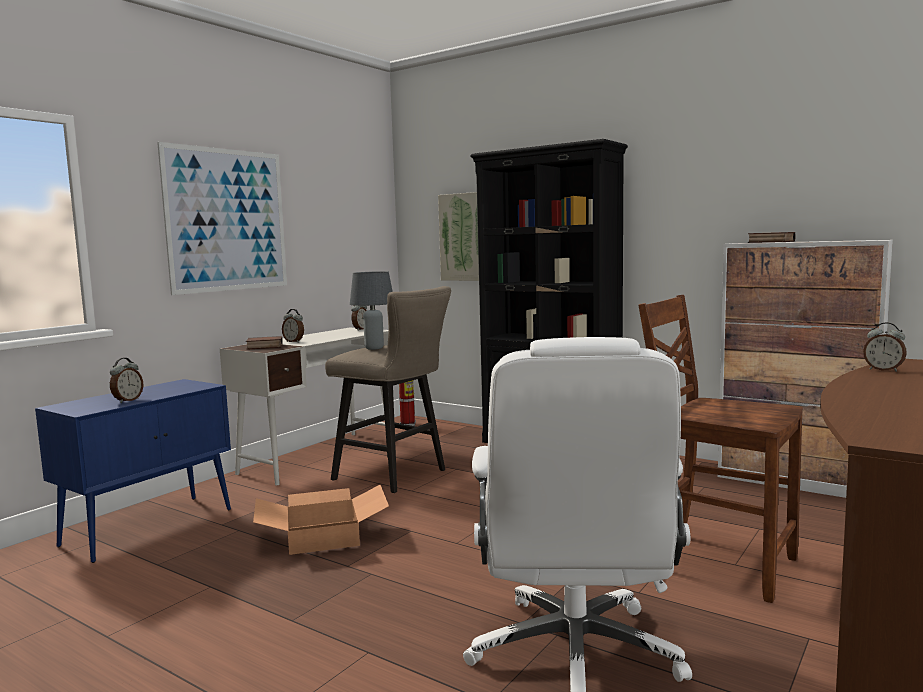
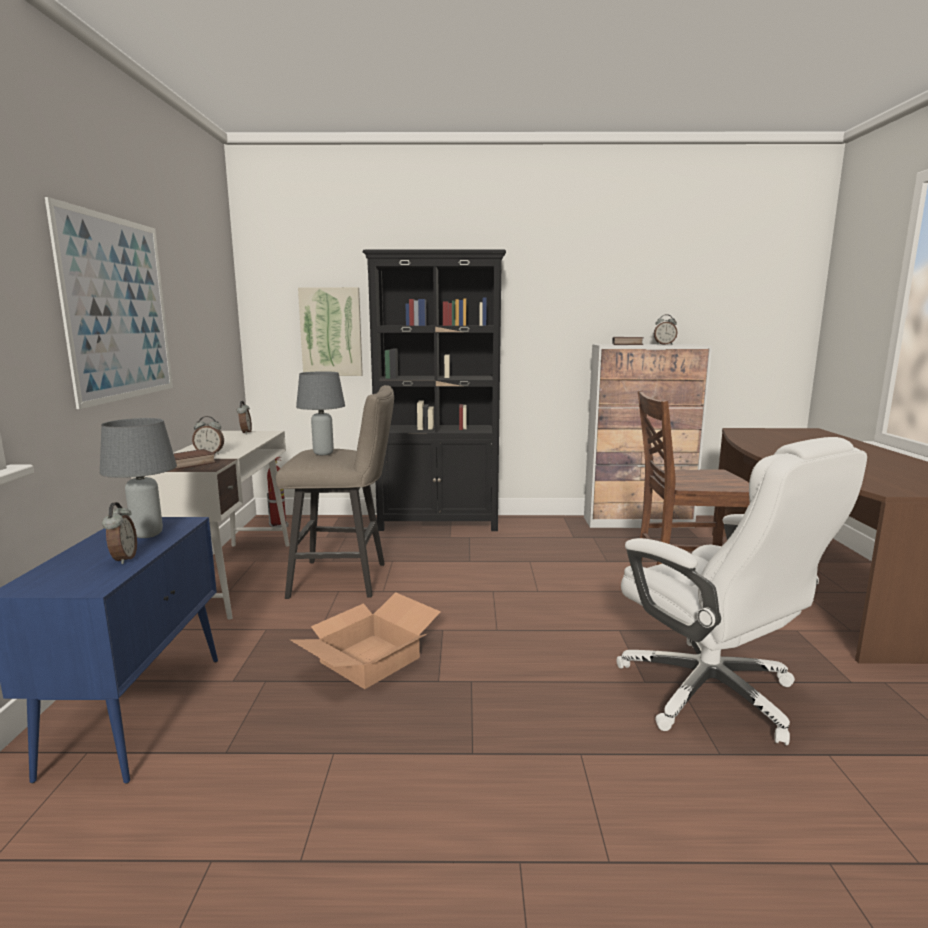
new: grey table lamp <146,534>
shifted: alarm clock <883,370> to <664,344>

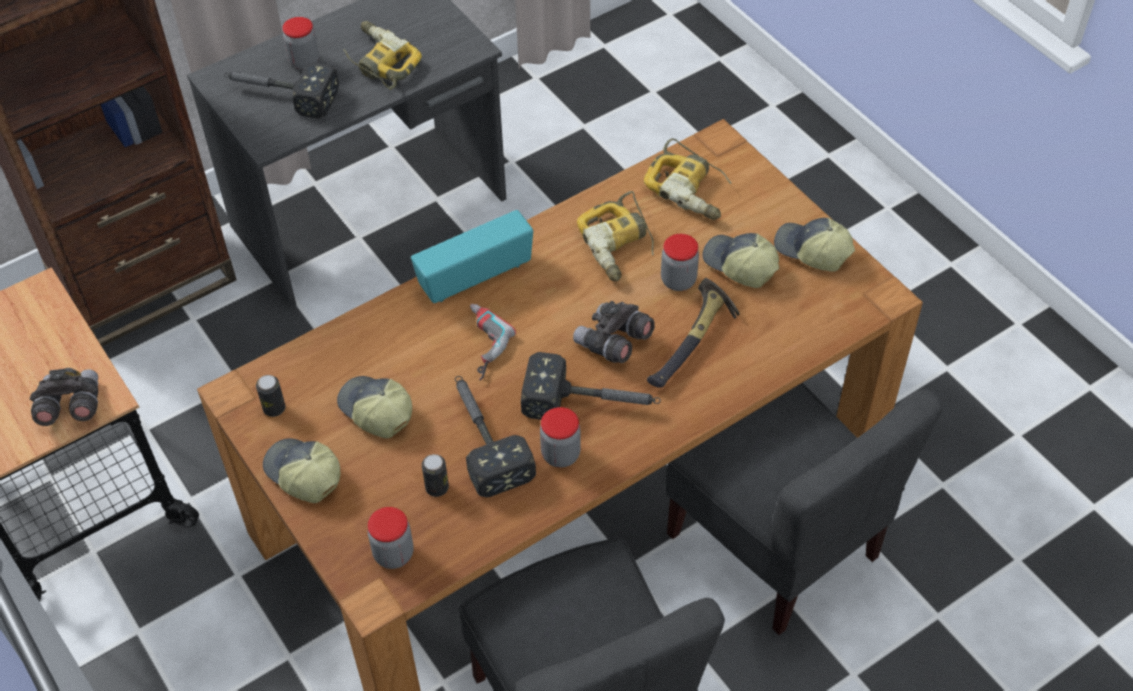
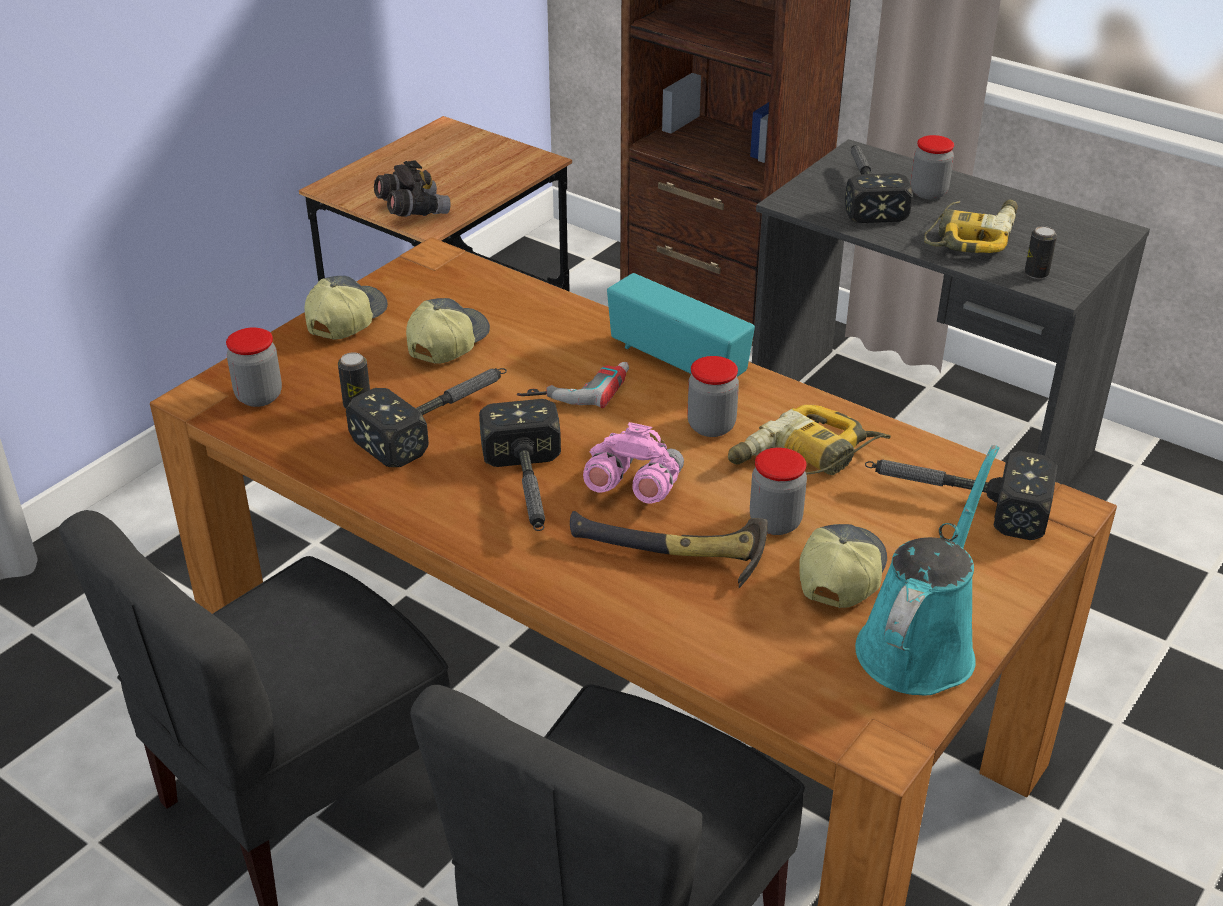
shifted: can <274,408> to <1036,273>; jar <560,454> to <711,426>
swapped: power drill <690,188> to hammer <953,501>; cap <811,251> to turquoise watering can <920,644>
repainted: grey binoculars <613,343> to pink binoculars <633,488>

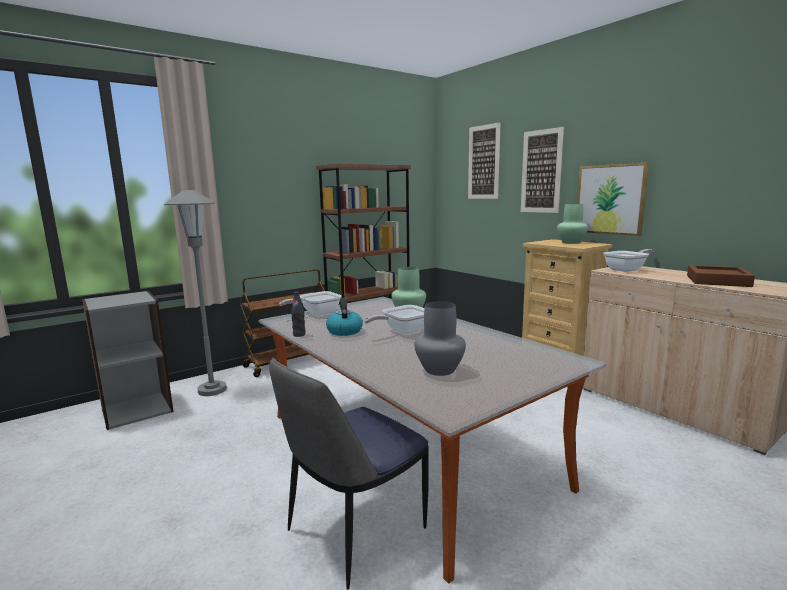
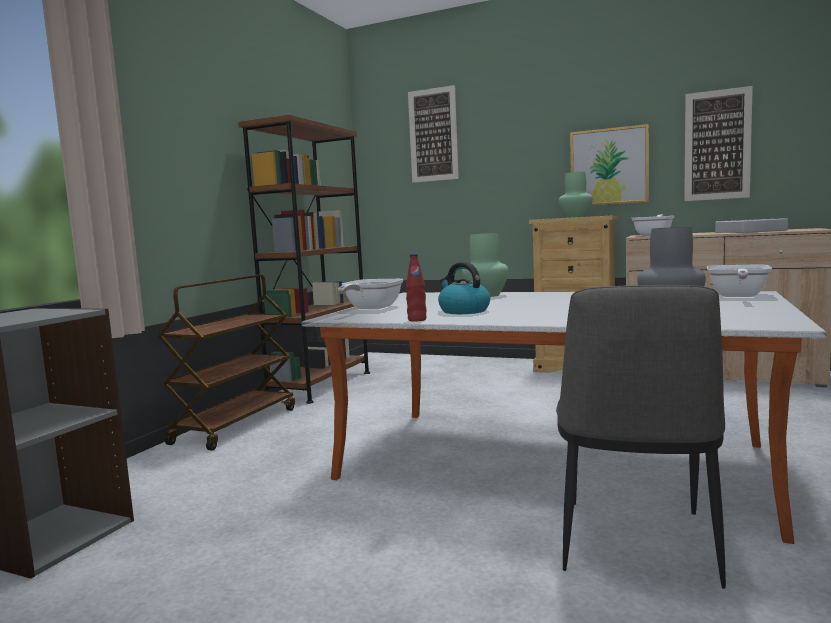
gone: grey floor lamp <212,390>
shifted: frying pan <402,331> to <737,296>; picture <541,171> to <717,145>
repainted: black bottle <299,335> to red bottle <417,320>; brown tray <717,281> to grey tray <750,231>

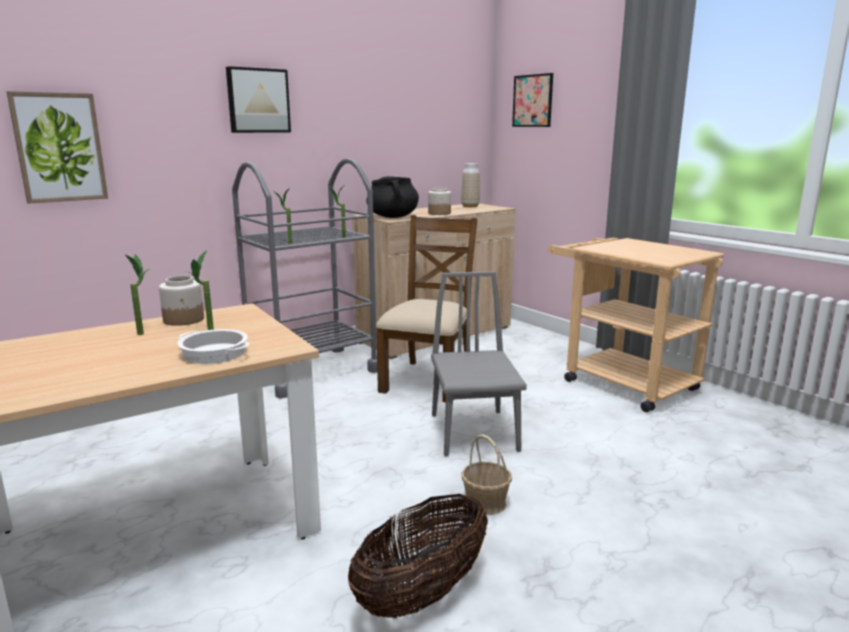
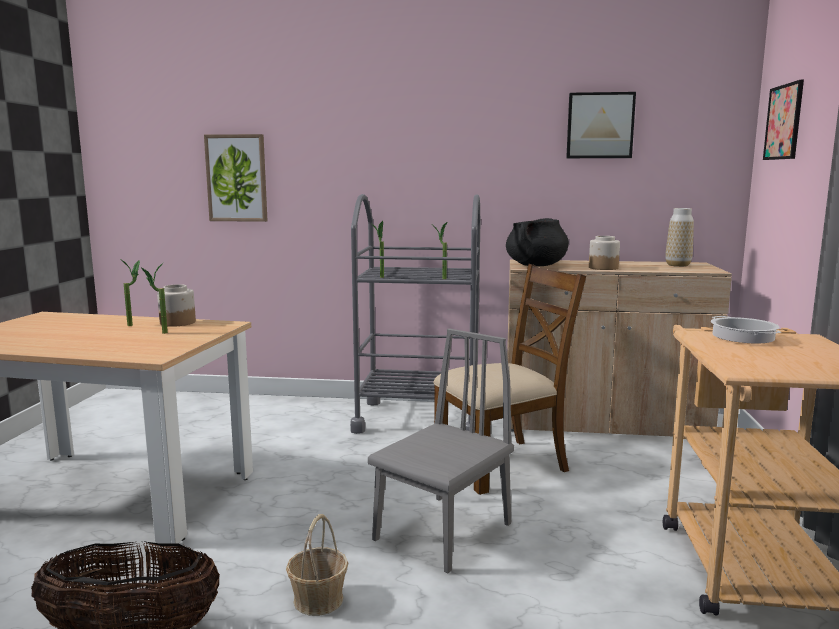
shifted: cooking pot <213,353> to <742,336>; picture <258,101> to <600,126>

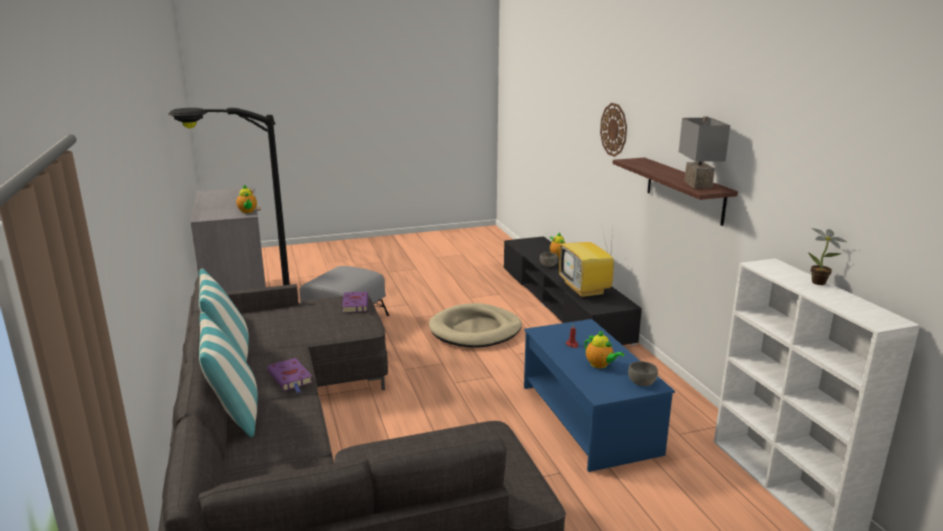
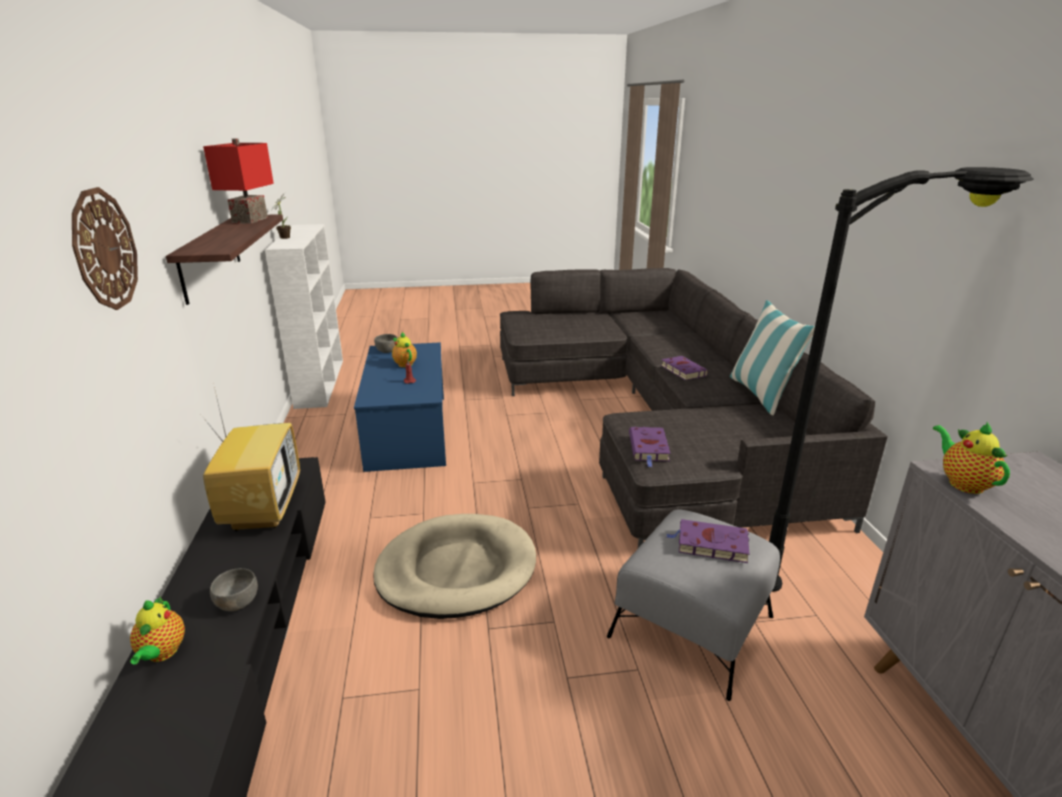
gone: pillow <234,414>
new: purple book <710,544>
repainted: grey table lamp <699,184> to red table lamp <248,220>

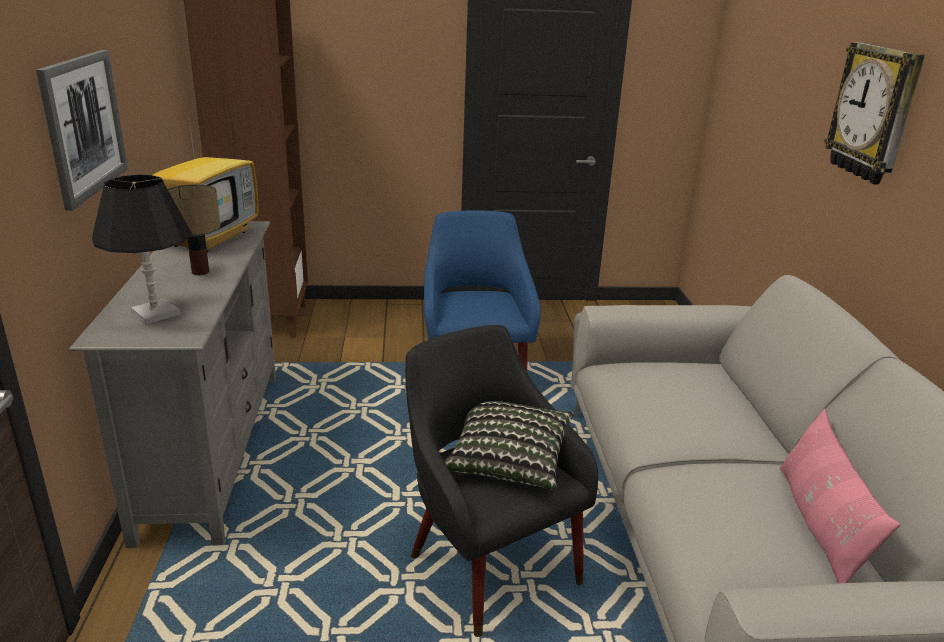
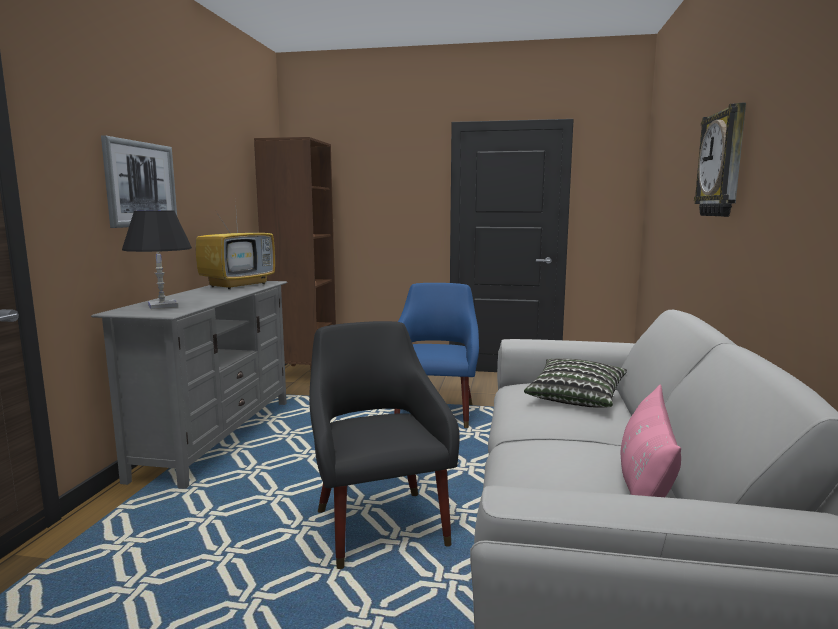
gone: table lamp <200,272>
shifted: pillow <508,459> to <576,398>

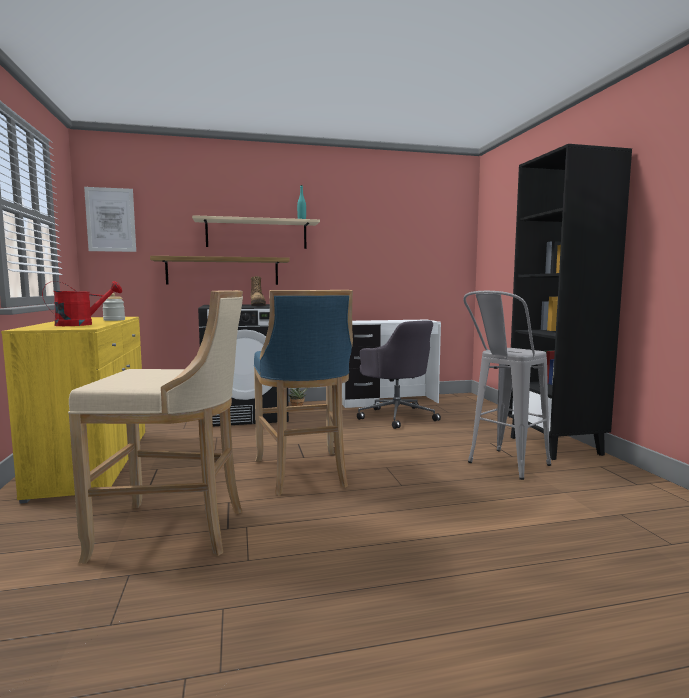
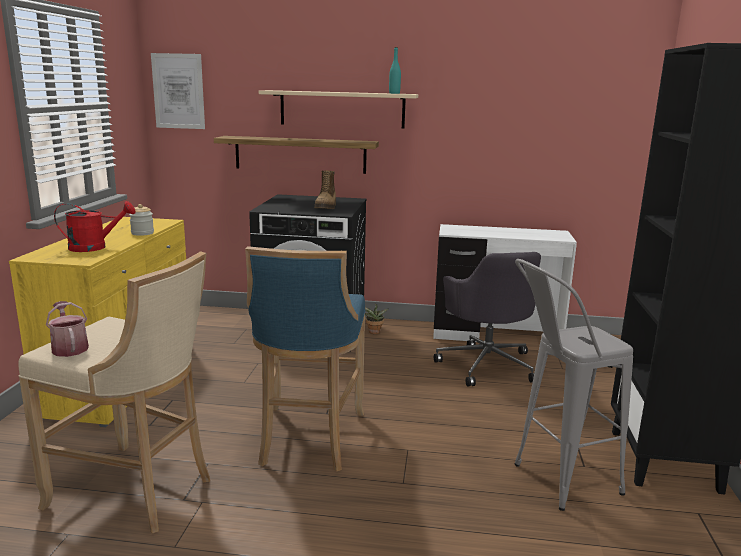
new: watering can <69,347>

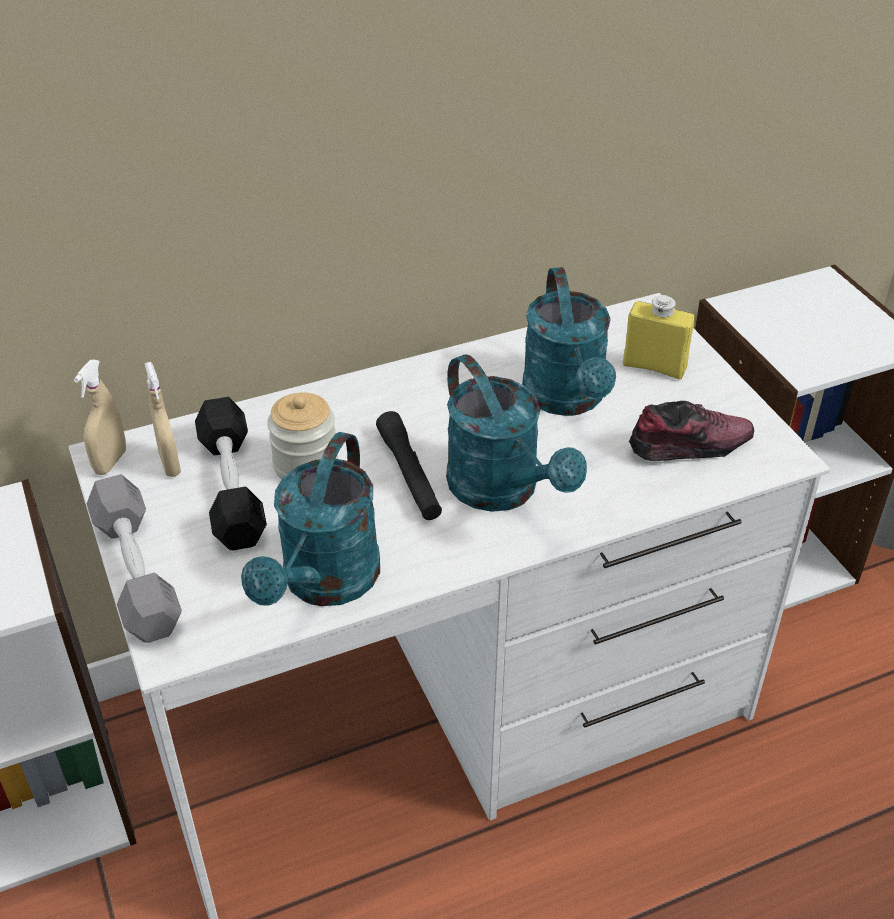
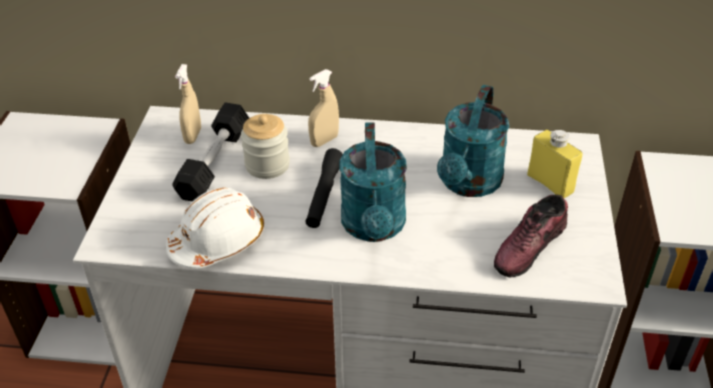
gone: grey dumbbell <136,573>
shifted: beige spray bottle <110,462> to <324,141>
swapped: turquoise watering can <324,584> to white hard hat <218,241>
rotated: shoe <690,446> = <530,247> 120 degrees clockwise

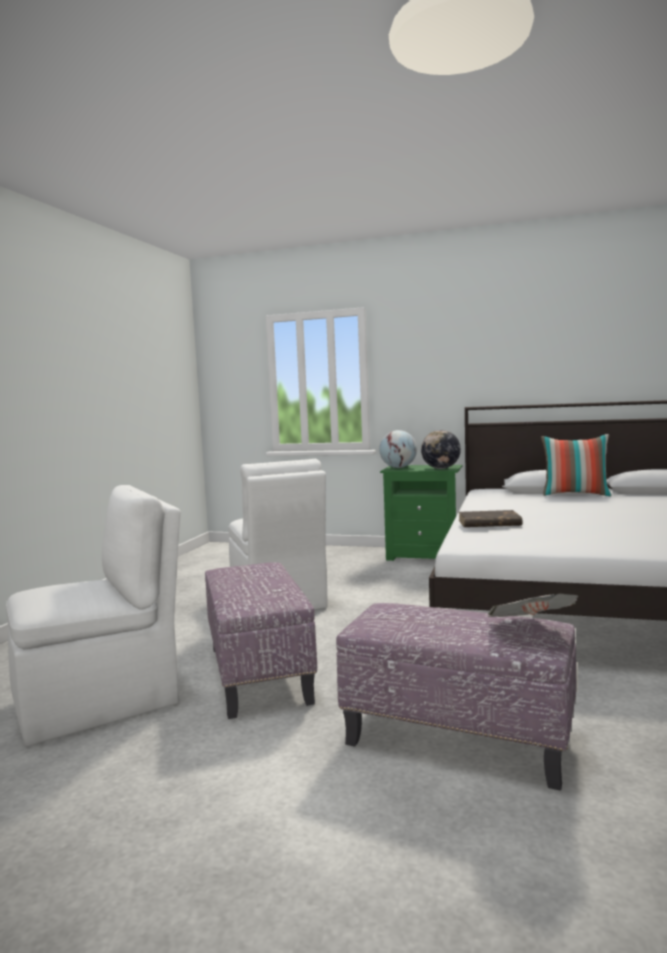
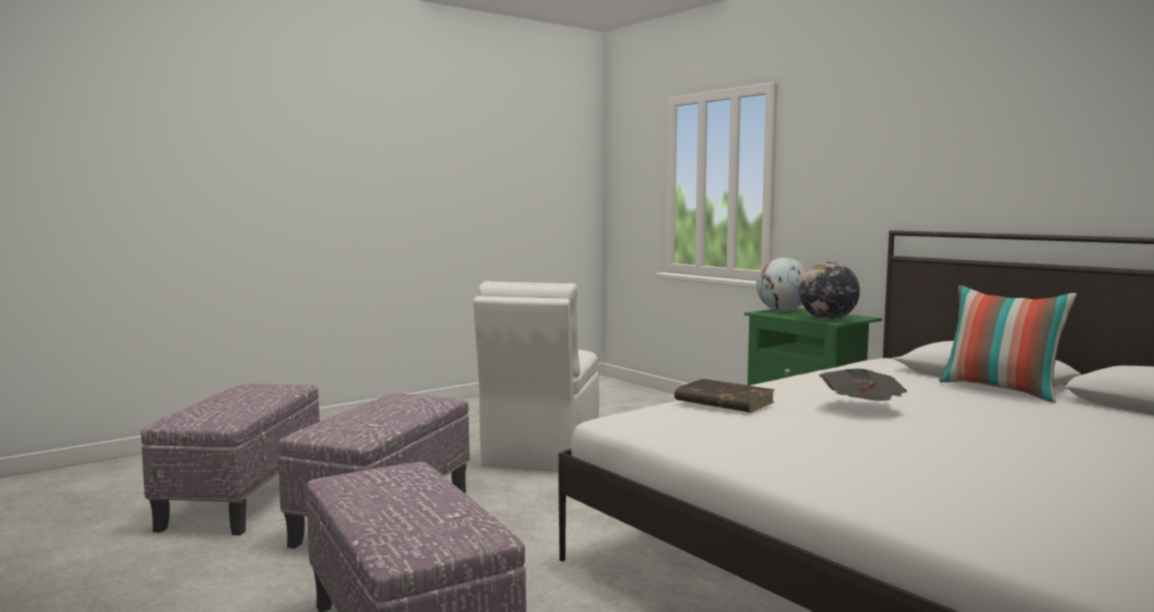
shifted: newspaper <530,630> to <863,408>
swapped: white chair <102,701> to ottoman <244,499>

